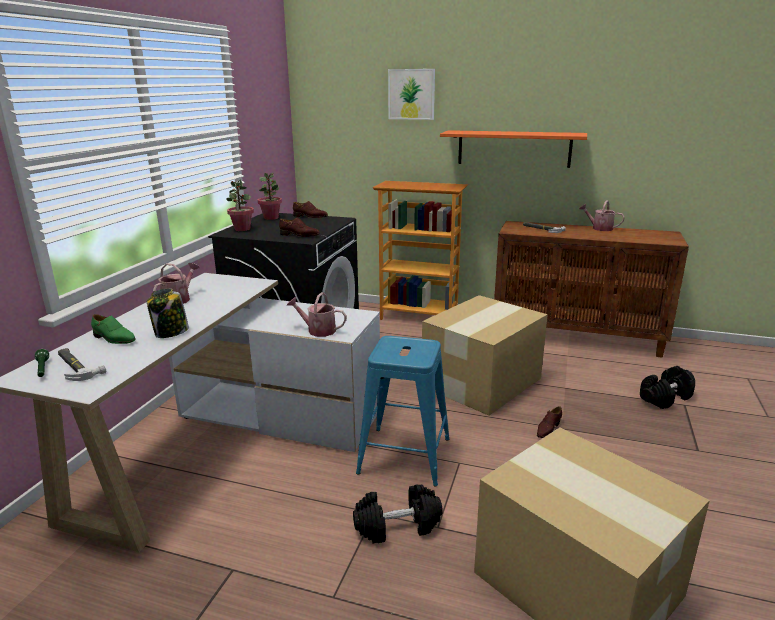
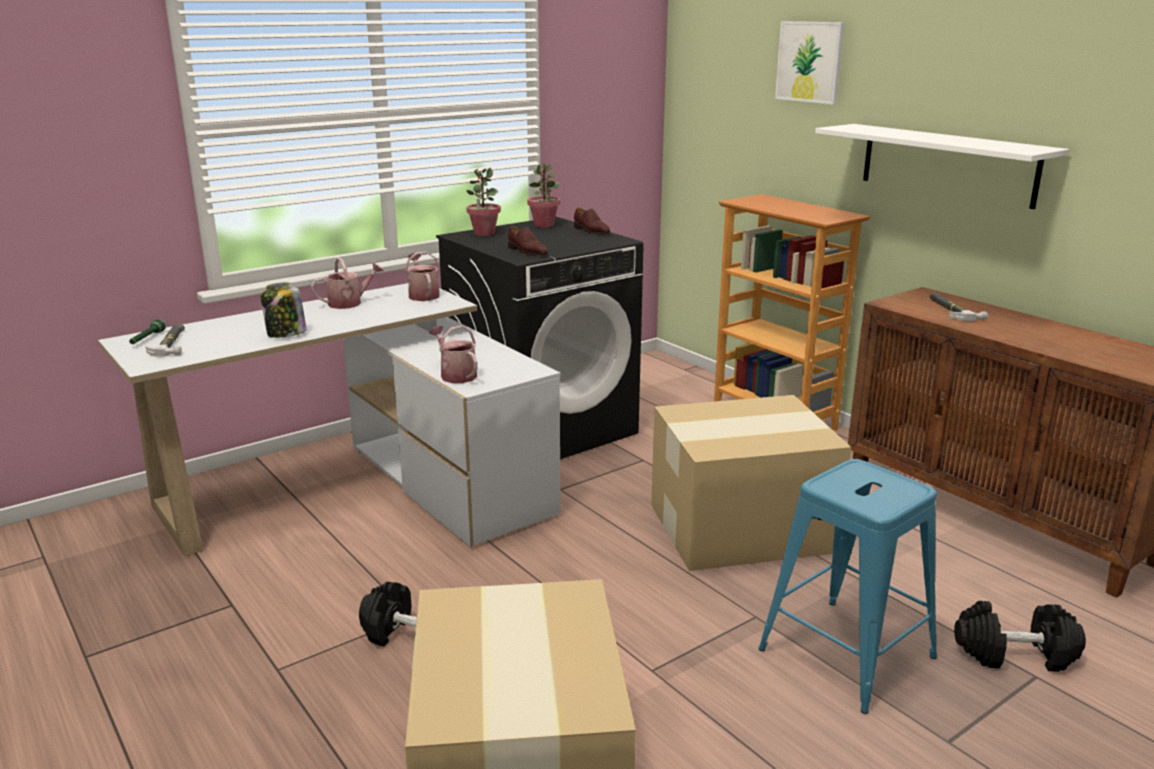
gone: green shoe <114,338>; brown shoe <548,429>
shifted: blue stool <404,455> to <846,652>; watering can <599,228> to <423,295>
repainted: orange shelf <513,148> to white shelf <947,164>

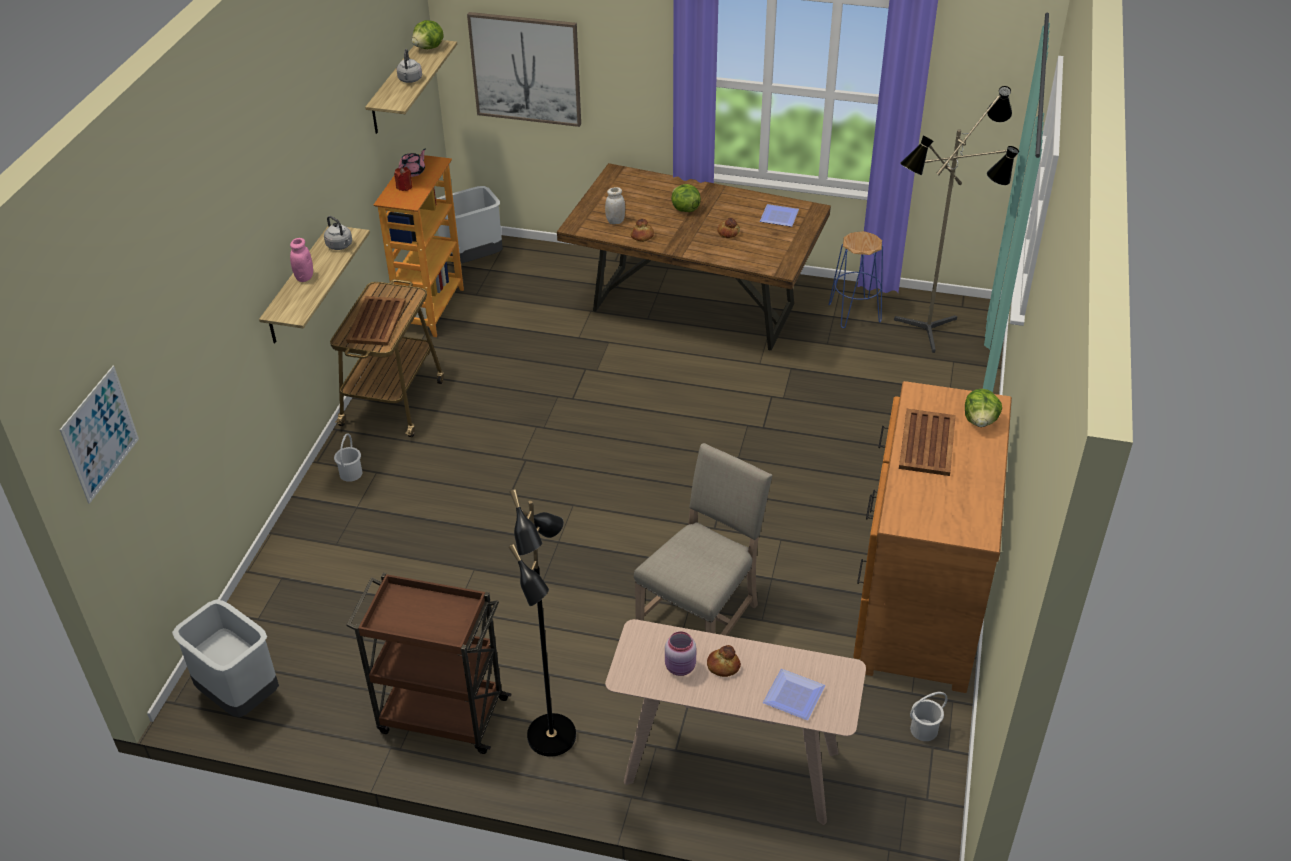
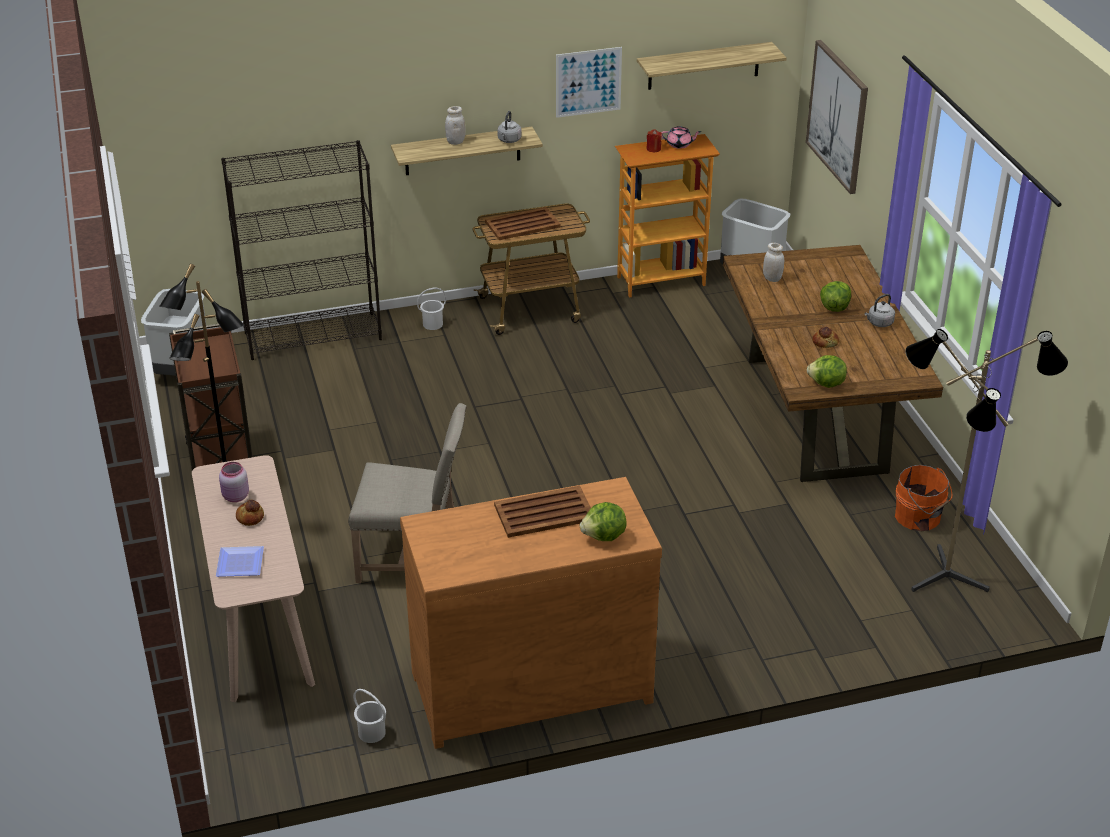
gone: bread <642,236>; plate <777,217>
new: black bookcase <314,336>
shifted: picture <100,434> to <588,82>; grey kettle <410,80> to <879,323>; lettuce <429,48> to <826,384>
swapped: blue stool <855,313> to orange bucket <919,518>
repainted: pink jar <304,277> to white jar <455,142>

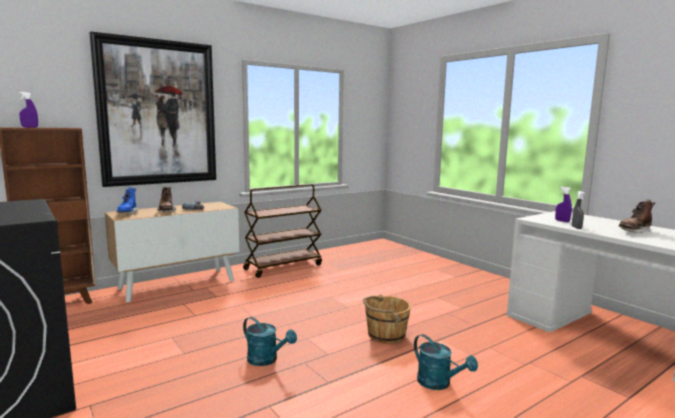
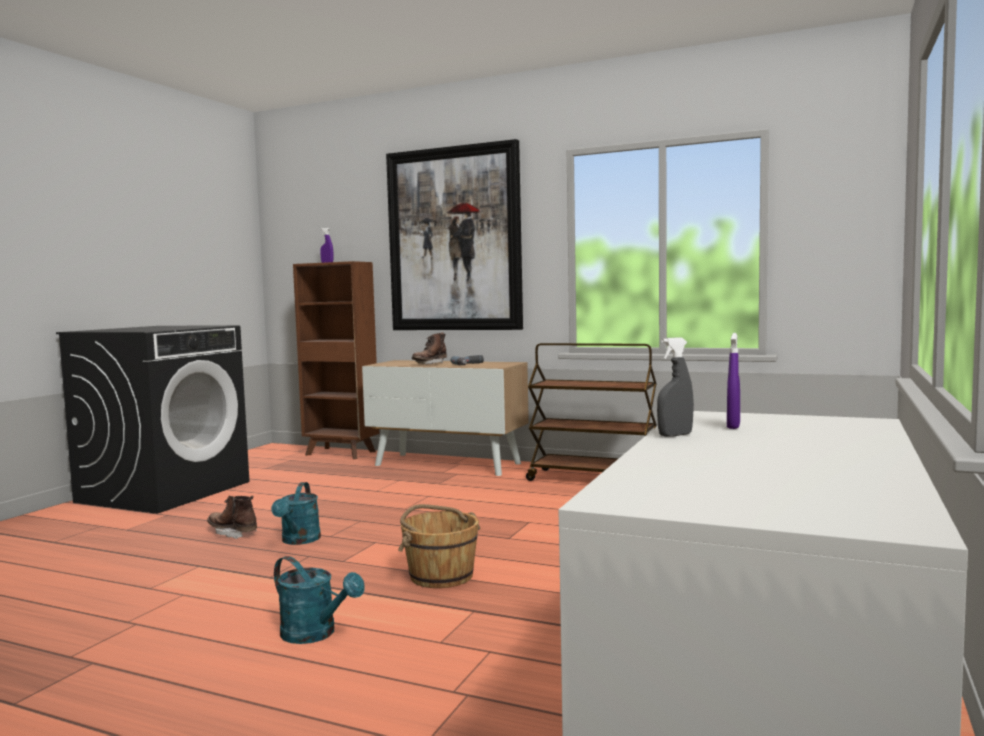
gone: blue boot <127,213>
shifted: brown boot <634,231> to <233,533>
rotated: turquoise watering can <439,384> = <315,634> 75 degrees counterclockwise

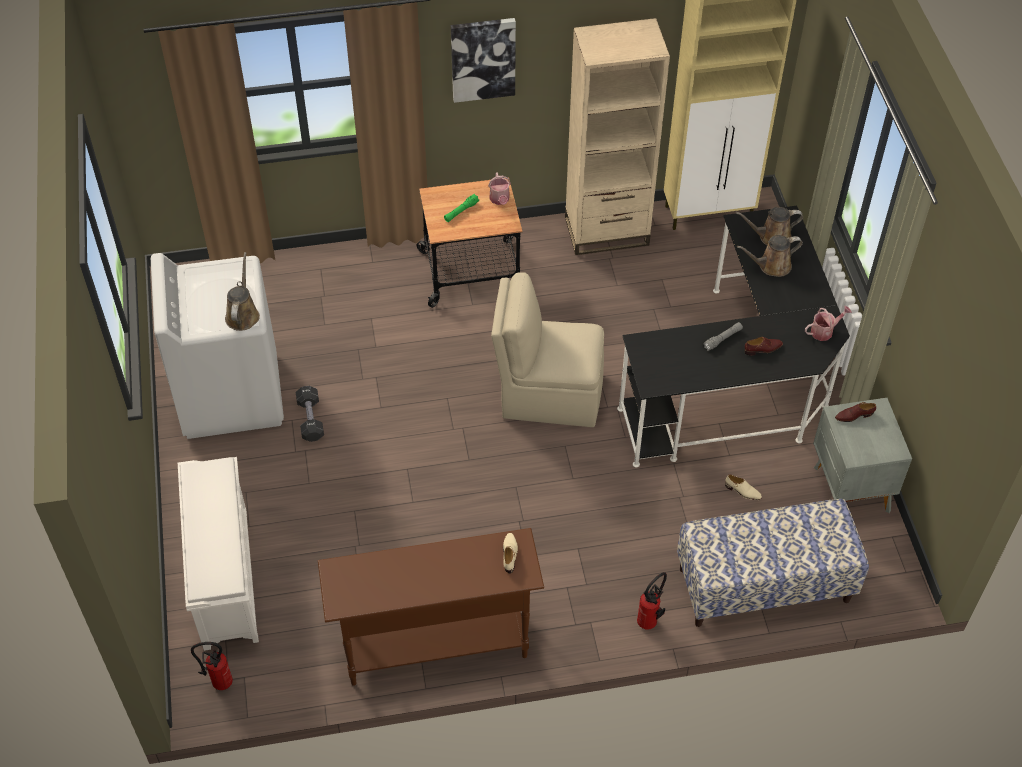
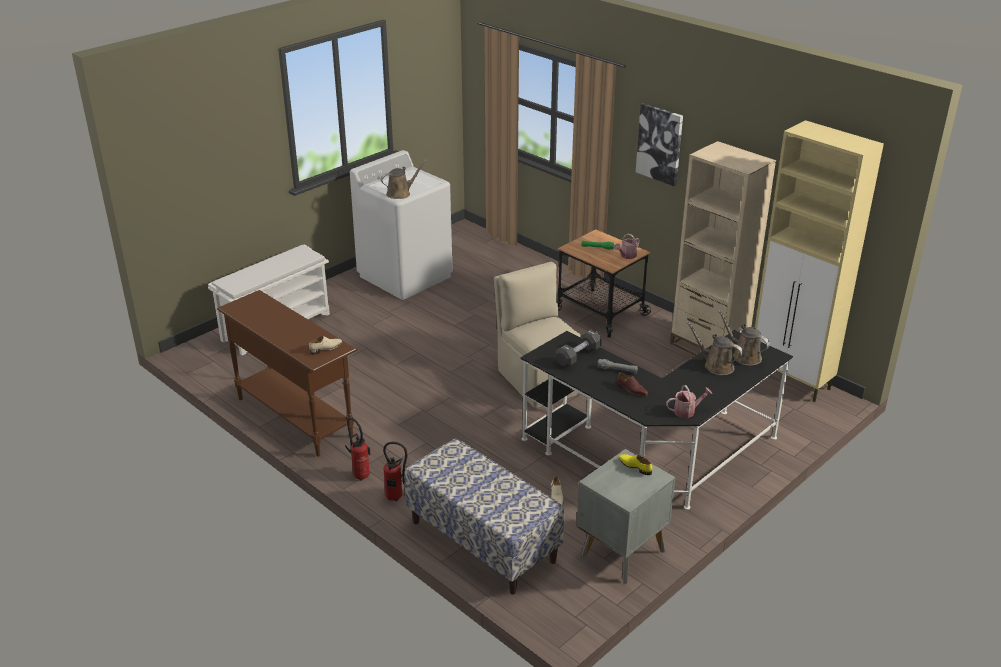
shifted: fire extinguisher <219,682> to <360,474>; black dumbbell <310,419> to <578,356>
repainted: brown shoe <854,415> to yellow shoe <635,466>
rotated: watering can <824,331> = <687,411> 45 degrees counterclockwise

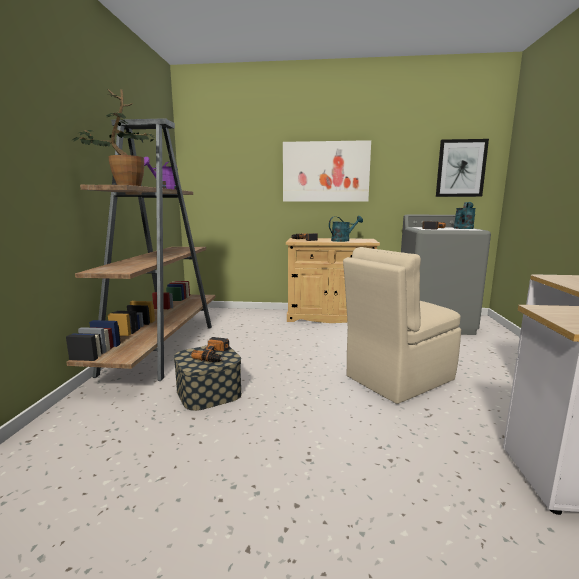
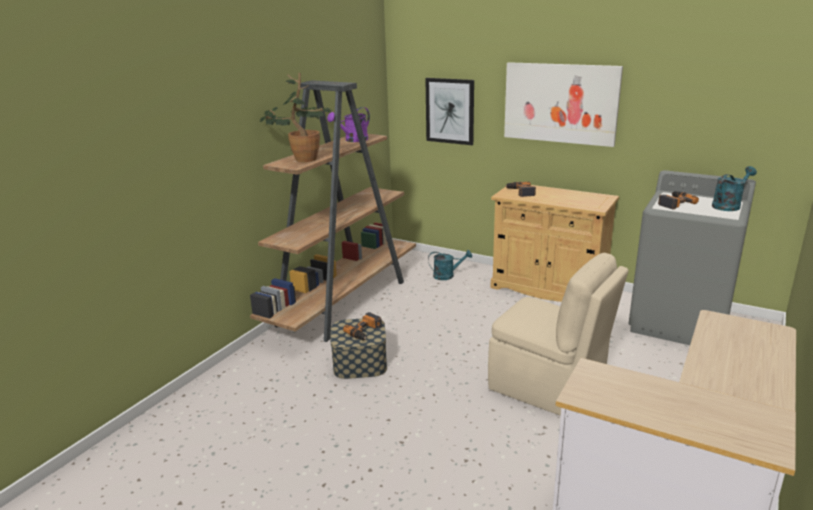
shifted: turquoise watering can <343,240> to <447,276>; picture <461,168> to <450,111>
rotated: beige chair <397,378> = <549,388> 135 degrees counterclockwise

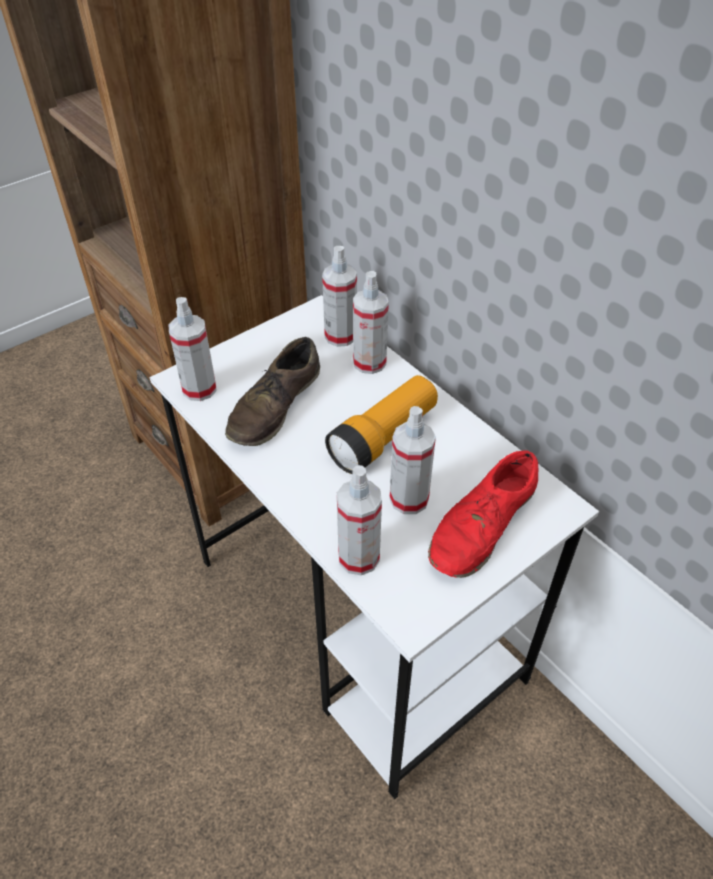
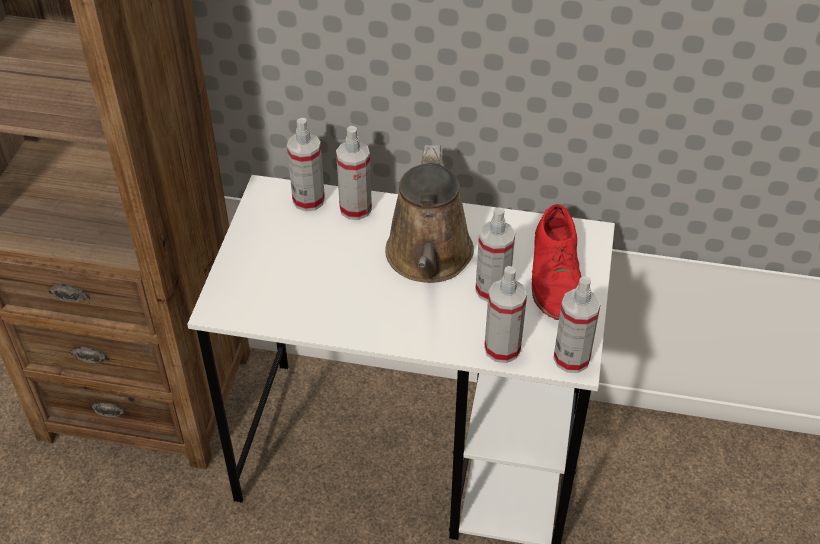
gone: brown shoe <274,406>
shifted: spray bottle <199,389> to <571,358>
swapped: flashlight <383,438> to brown watering can <429,258>

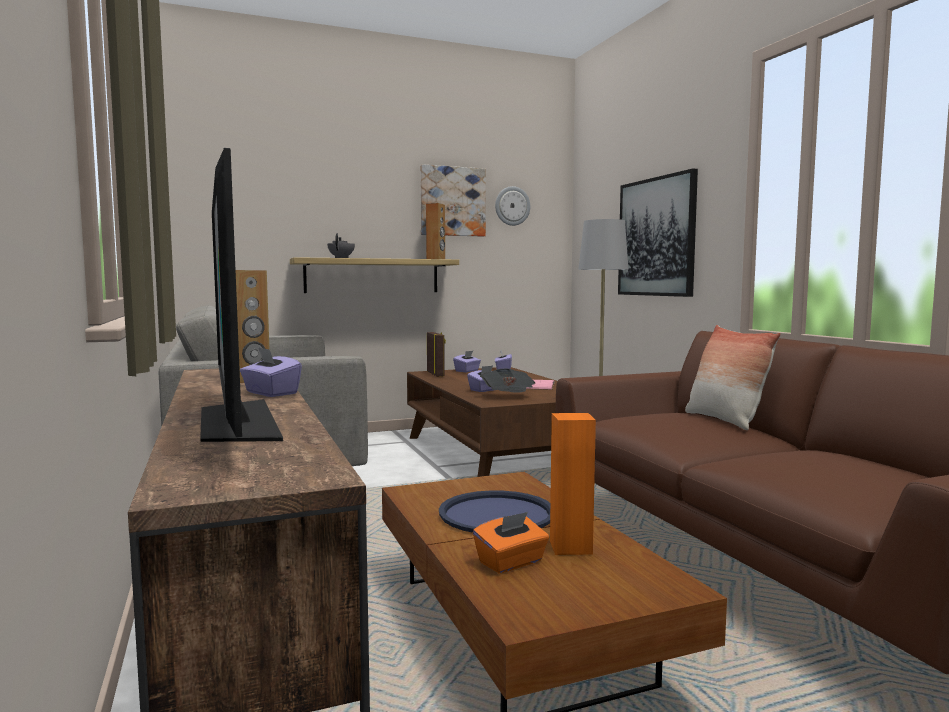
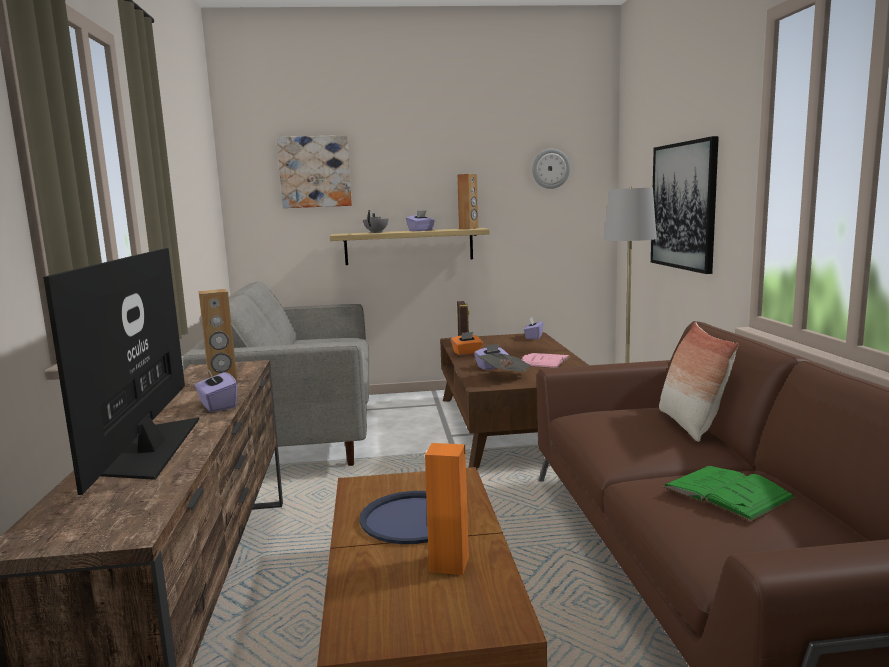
new: green book <727,492>
shifted: picture <452,201> to <315,172>; purple tissue box <467,371> to <421,230>; orange tissue box <511,562> to <467,353>

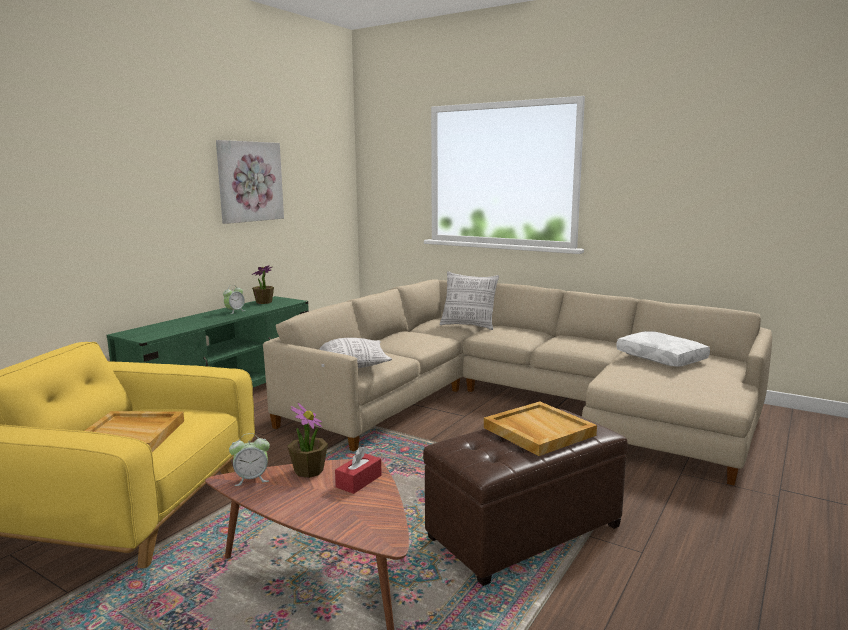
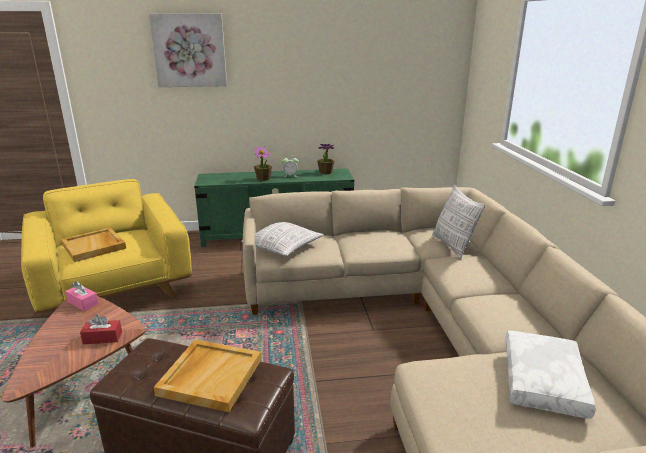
shifted: picture <249,181> to <189,50>; potted plant <309,471> to <263,179>
swapped: alarm clock <251,479> to pink tissue box <83,303>

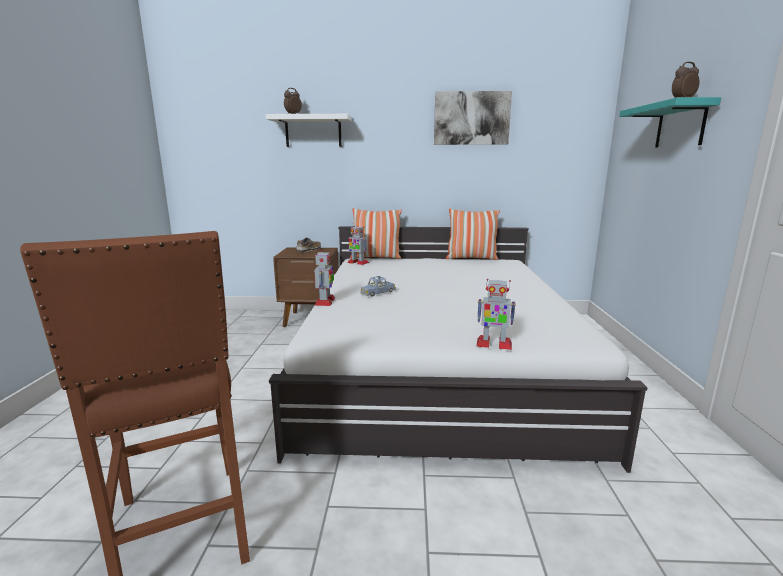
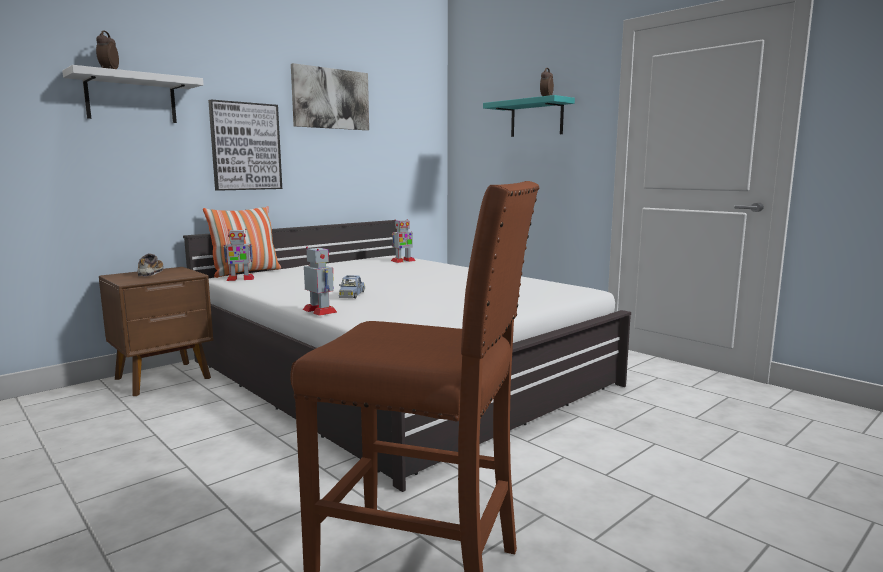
gone: pillow <471,258>
new: picture <245,146>
shifted: toy robot <493,344> to <403,261>

